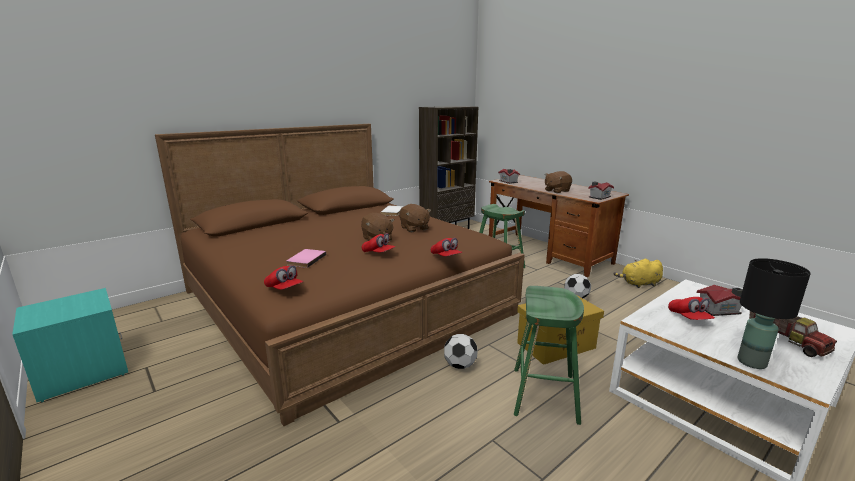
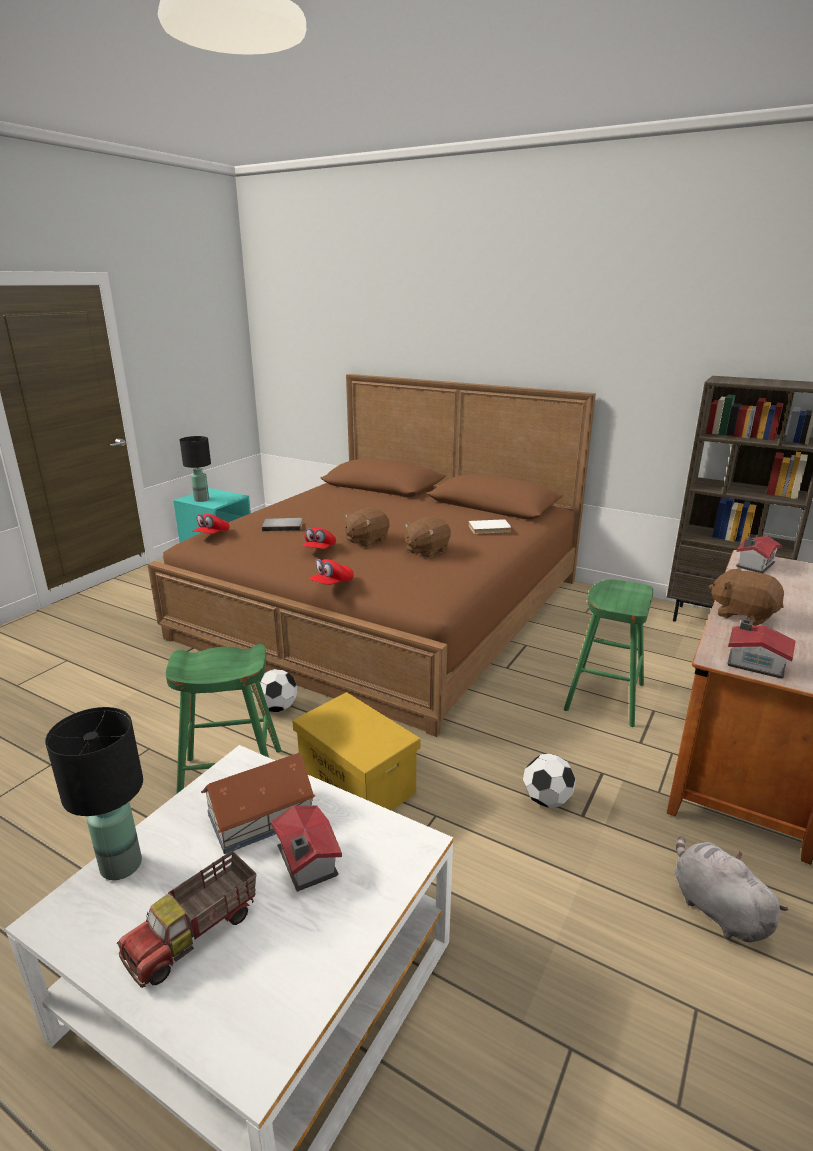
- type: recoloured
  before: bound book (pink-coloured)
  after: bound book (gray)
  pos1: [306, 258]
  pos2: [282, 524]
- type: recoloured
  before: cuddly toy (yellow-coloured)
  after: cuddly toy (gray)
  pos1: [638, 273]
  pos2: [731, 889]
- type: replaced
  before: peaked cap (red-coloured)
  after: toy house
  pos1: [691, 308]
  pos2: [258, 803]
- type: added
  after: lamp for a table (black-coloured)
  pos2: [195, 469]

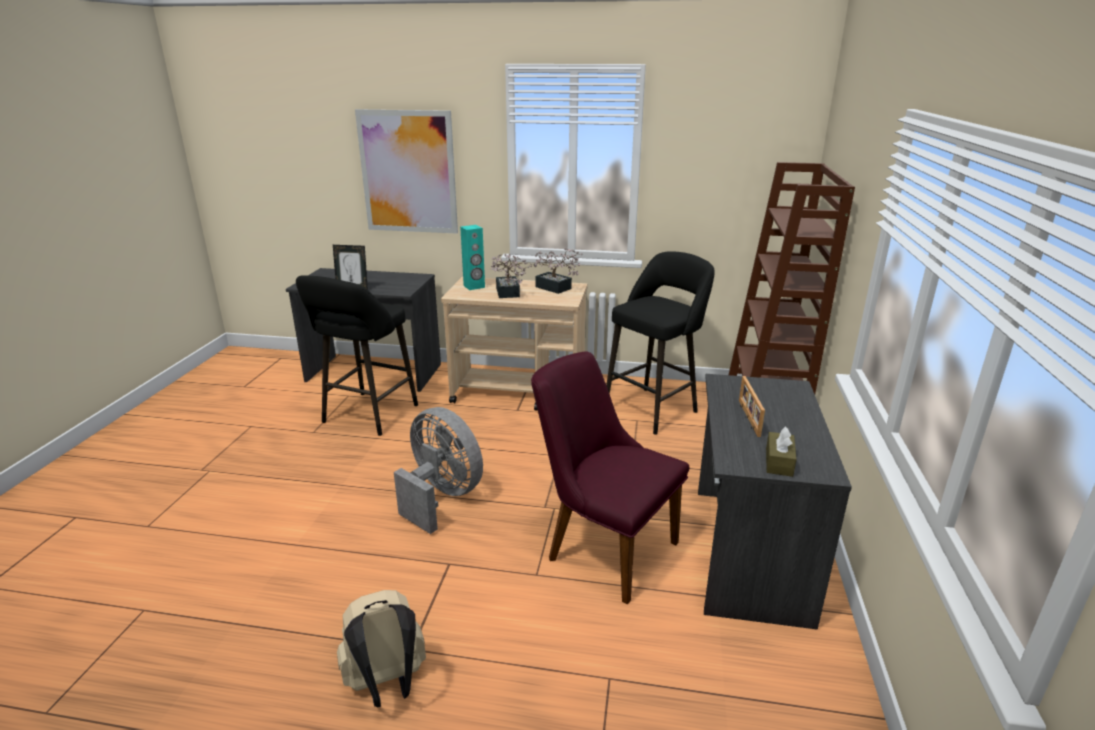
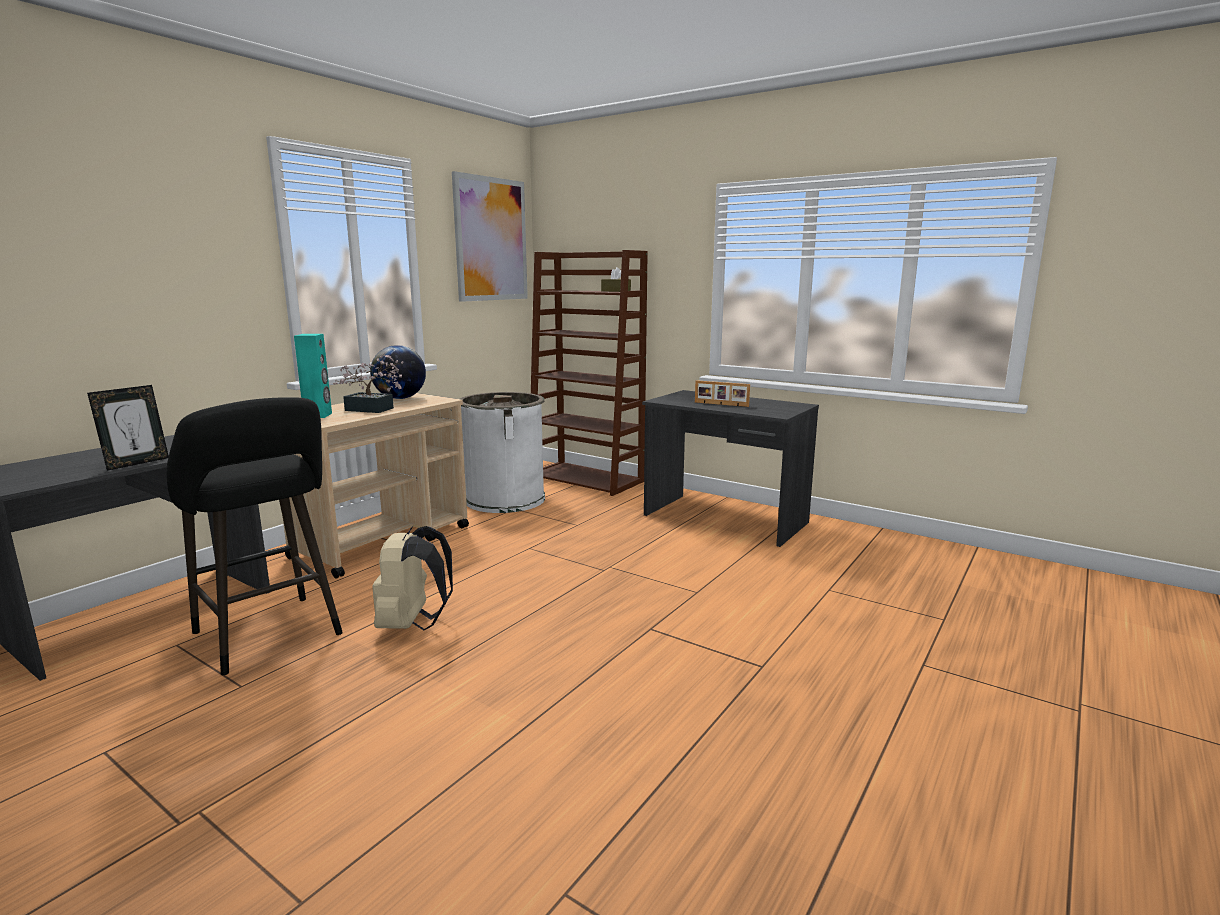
- type: moved
  before: wall picture
  pos1: [406, 171]
  pos2: [490, 236]
- type: replaced
  before: potted plant
  after: desk globe
  pos1: [555, 271]
  pos2: [398, 372]
- type: replaced
  before: stool seat (black-coloured)
  after: trash can (white)
  pos1: [660, 343]
  pos2: [502, 452]
- type: removed
  before: upright chair (purplish)
  pos1: [610, 478]
- type: removed
  before: electric fan (gray)
  pos1: [438, 470]
- type: moved
  before: tissue holder (brown-coloured)
  pos1: [781, 451]
  pos2: [616, 279]
- type: moved
  before: rucksack (beige)
  pos1: [381, 648]
  pos2: [412, 578]

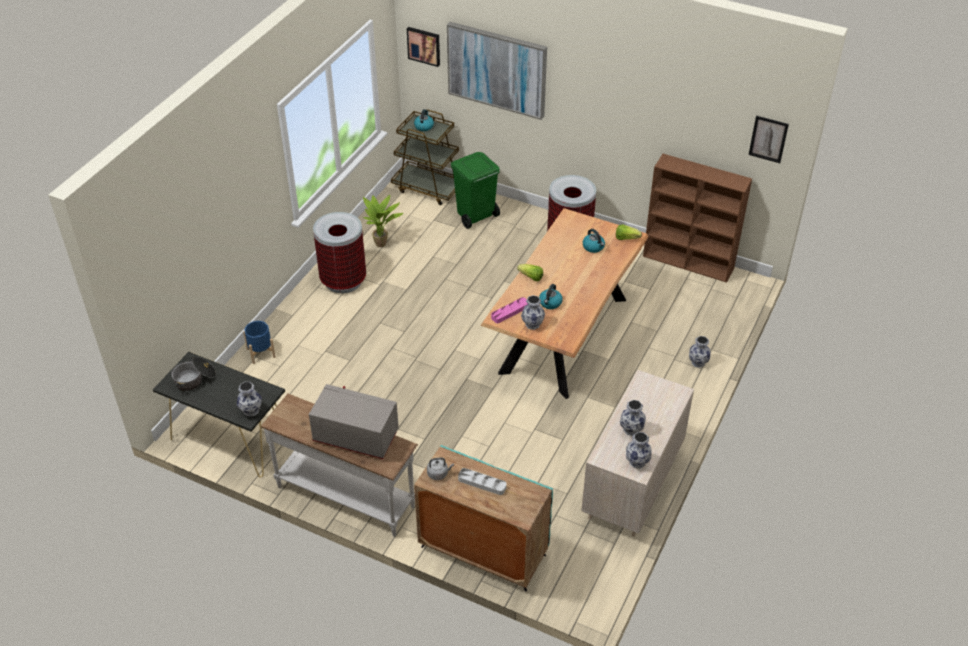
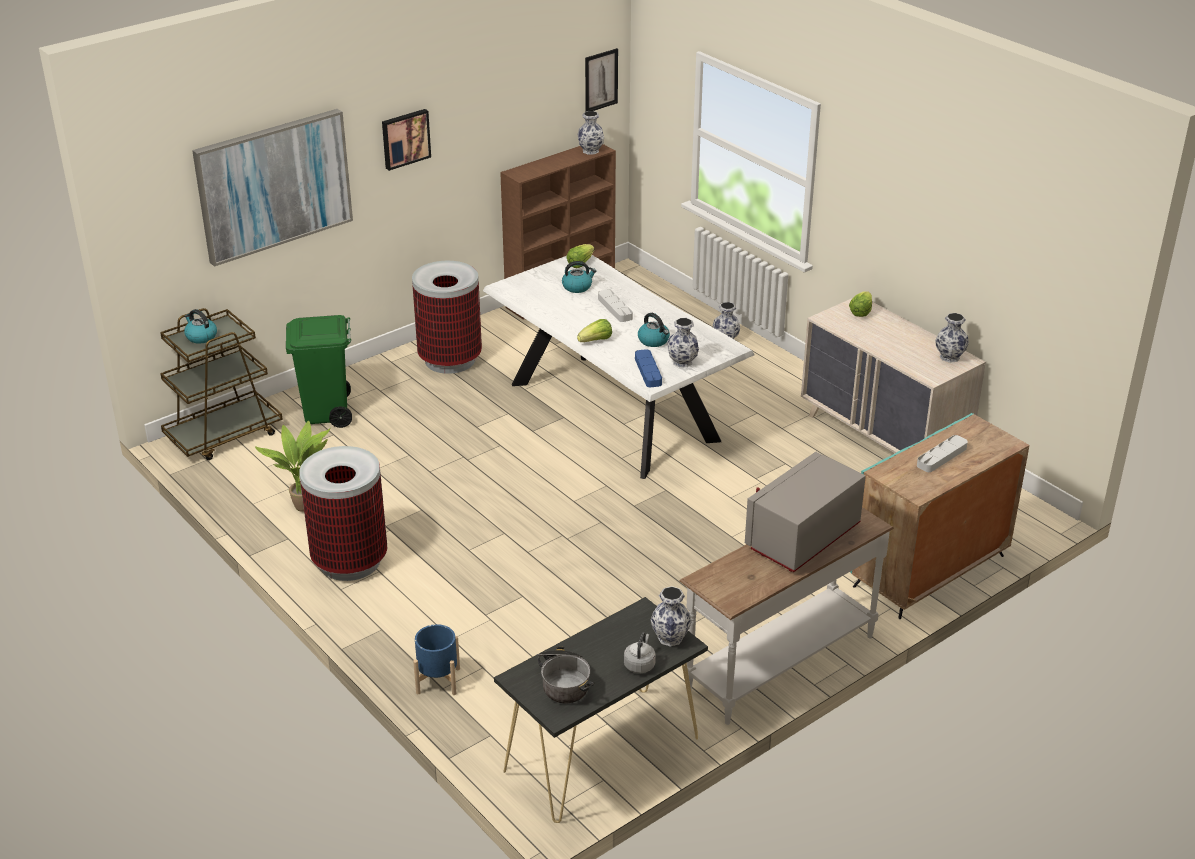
- type: moved
  before: wall picture
  pos1: [423, 47]
  pos2: [406, 140]
- type: recoloured
  before: dinner table (brown-coloured)
  after: dinner table (white)
  pos1: [564, 303]
  pos2: [619, 367]
- type: recoloured
  before: carrying tray (pink-coloured)
  after: carrying tray (blue-coloured)
  pos1: [509, 310]
  pos2: [648, 368]
- type: moved
  before: vase
  pos1: [633, 418]
  pos2: [590, 133]
- type: moved
  before: kettle (gray)
  pos1: [440, 468]
  pos2: [640, 652]
- type: added
  after: carrying tray (gray)
  pos2: [615, 305]
- type: added
  after: head of lettuce
  pos2: [860, 304]

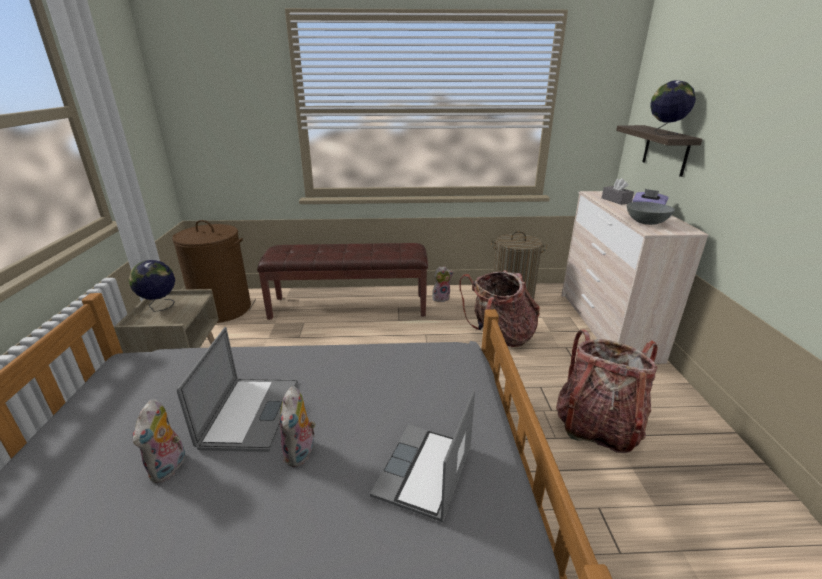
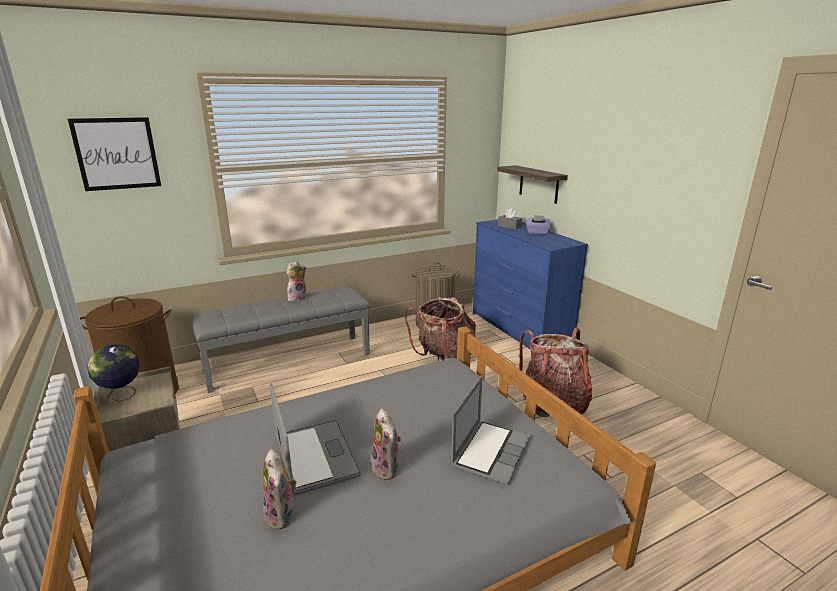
- type: removed
  before: desk globe
  pos1: [673, 107]
- type: recoloured
  before: drawer chest (beige)
  after: drawer chest (blue-coloured)
  pos1: [635, 277]
  pos2: [530, 284]
- type: removed
  before: serving bowl (gray)
  pos1: [651, 213]
- type: recoloured
  before: long seat (brown-coloured)
  after: long seat (gray)
  pos1: [342, 281]
  pos2: [281, 340]
- type: moved
  before: cuddly toy
  pos1: [443, 284]
  pos2: [296, 281]
- type: turned
  before: laptop
  pos1: [422, 456]
  pos2: [490, 430]
  turn: -150
- type: added
  after: wall picture
  pos2: [114, 154]

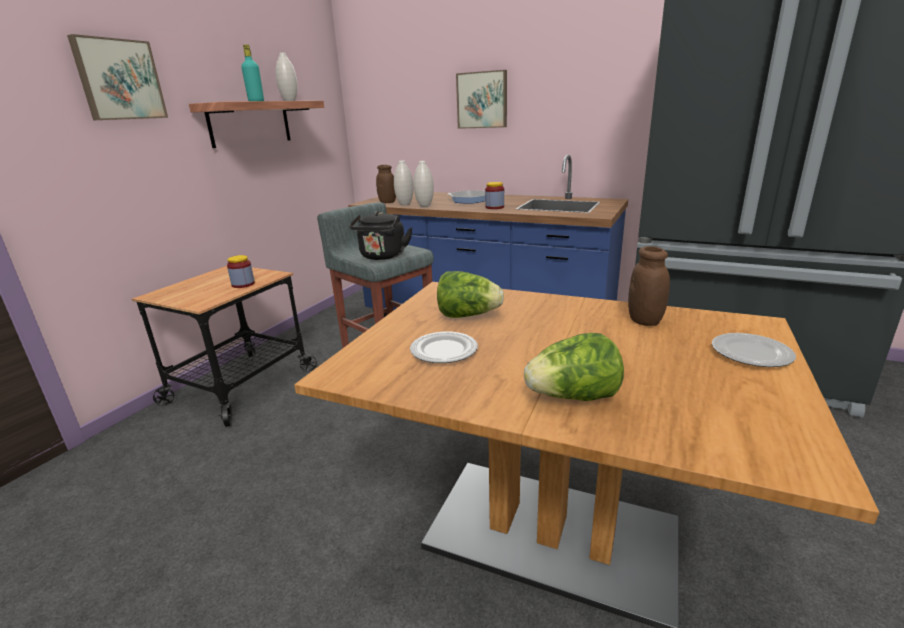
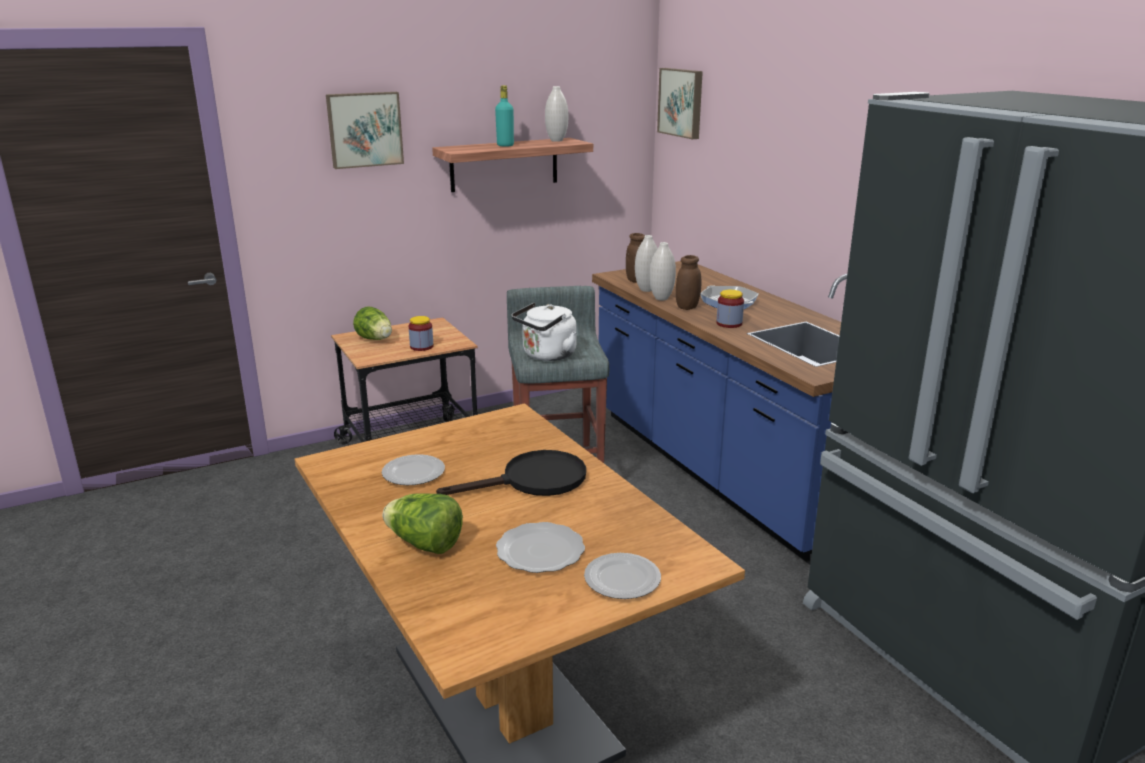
- type: moved
  before: wall picture
  pos1: [481, 99]
  pos2: [680, 103]
- type: recoloured
  before: kettle (black-coloured)
  after: kettle (white)
  pos1: [380, 235]
  pos2: [544, 331]
- type: moved
  before: preserve jar (brown-coloured)
  pos1: [649, 286]
  pos2: [688, 282]
- type: moved
  before: head of lettuce
  pos1: [470, 294]
  pos2: [372, 323]
- type: added
  after: pan (black-coloured)
  pos2: [511, 473]
- type: added
  after: flat dish
  pos2: [540, 547]

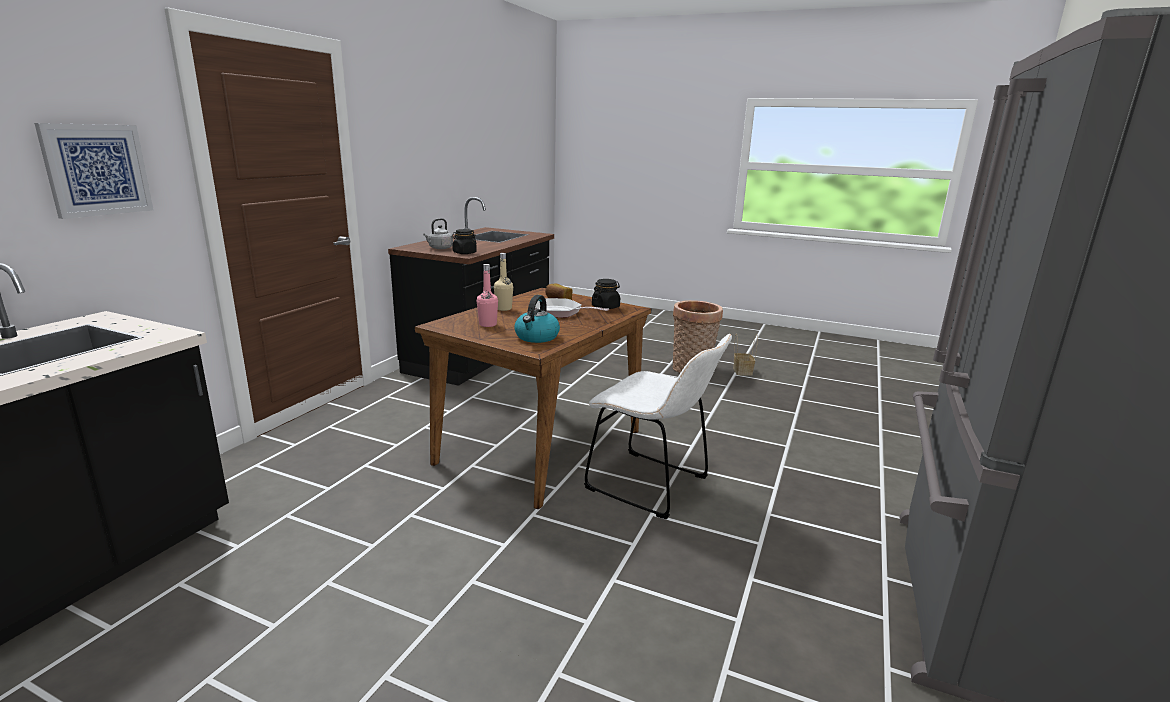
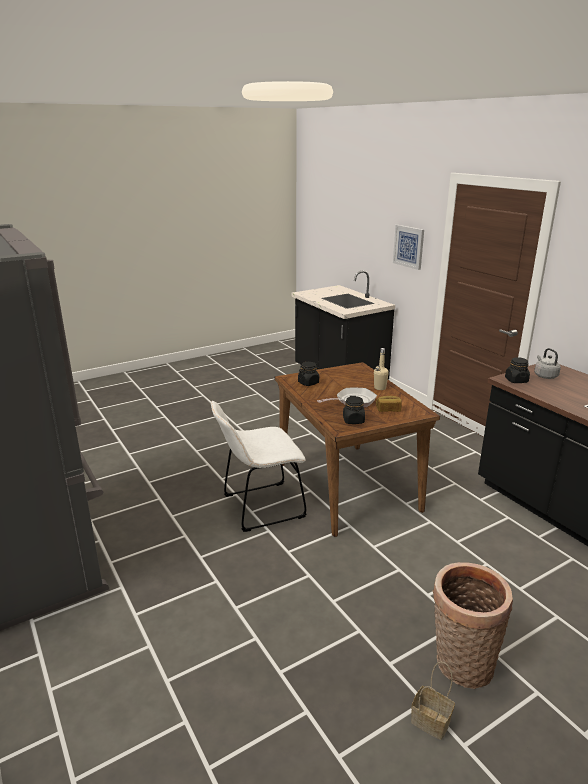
- type: removed
  before: drink bottle (pink-coloured)
  pos1: [487, 295]
- type: replaced
  before: kettle
  after: preserve jar (black-coloured)
  pos1: [537, 319]
  pos2: [308, 374]

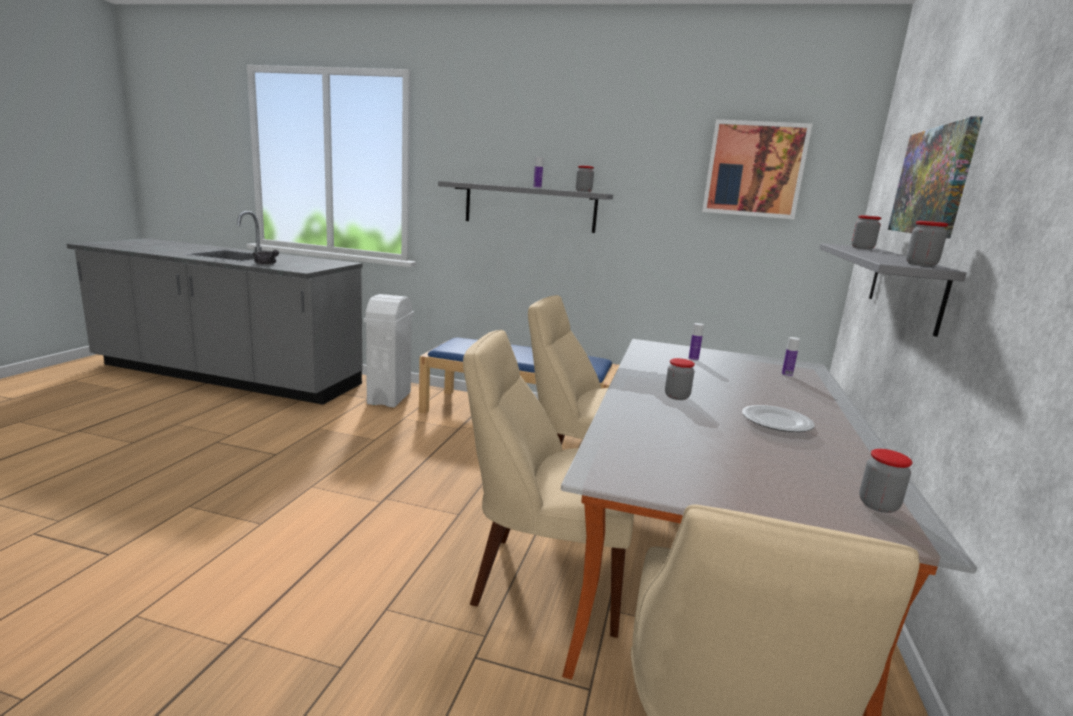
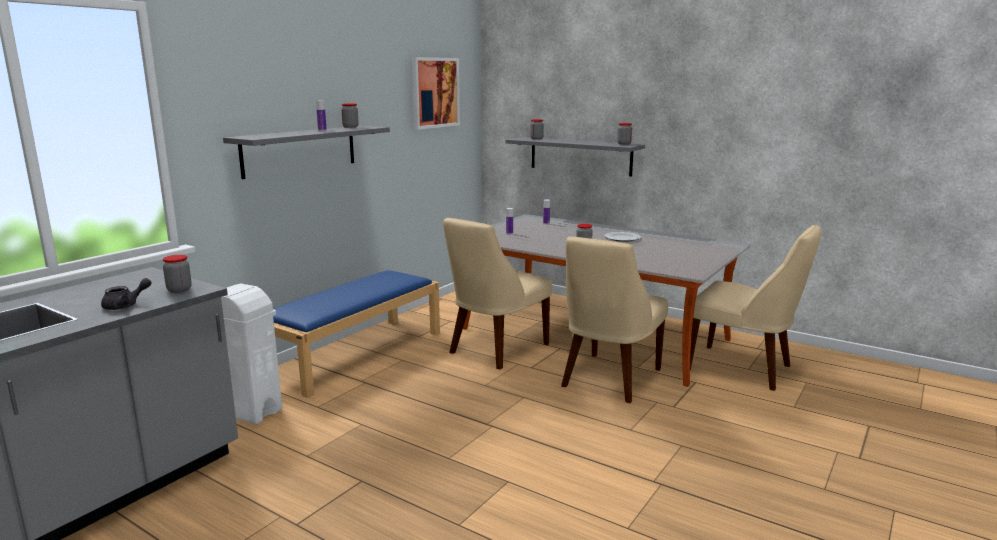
- type: removed
  before: wall picture
  pos1: [935, 177]
- type: moved
  before: preserve jar
  pos1: [886, 481]
  pos2: [177, 274]

